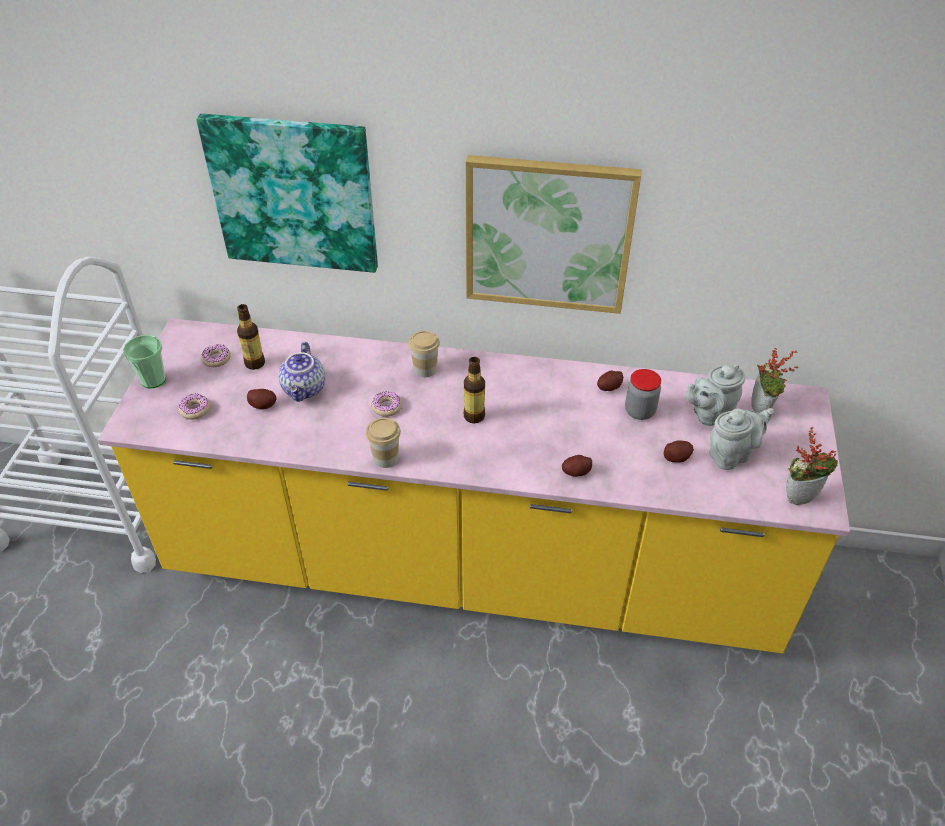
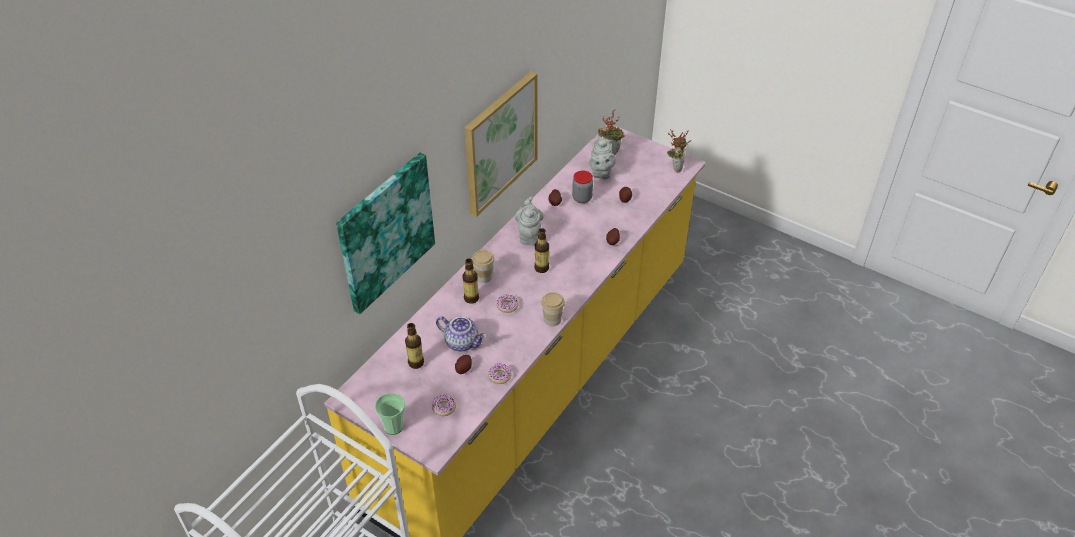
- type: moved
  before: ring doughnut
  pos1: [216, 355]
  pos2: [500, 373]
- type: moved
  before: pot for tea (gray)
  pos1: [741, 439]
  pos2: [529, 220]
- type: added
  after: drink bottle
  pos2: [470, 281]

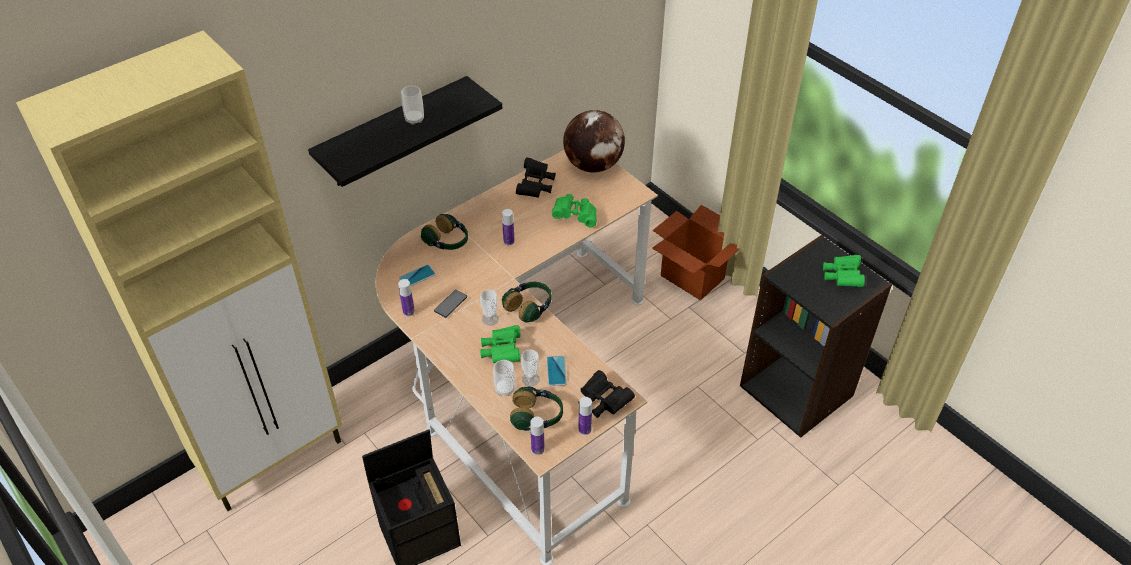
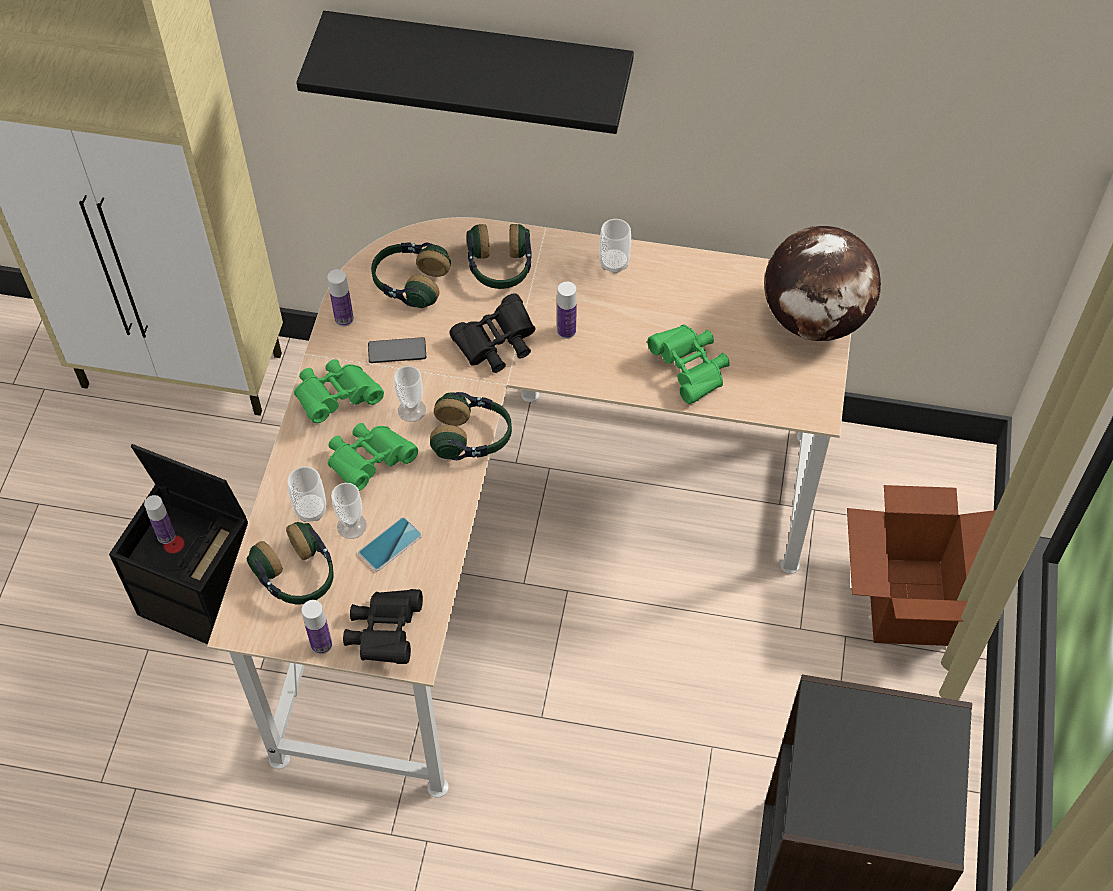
- type: moved
  before: cup
  pos1: [412, 105]
  pos2: [615, 246]
- type: moved
  before: binoculars (black-coloured)
  pos1: [536, 177]
  pos2: [492, 333]
- type: moved
  before: binoculars (greenish)
  pos1: [844, 271]
  pos2: [339, 391]
- type: replaced
  before: phone
  after: pair of headphones
  pos1: [417, 275]
  pos2: [411, 275]
- type: moved
  before: drink bottle
  pos1: [537, 436]
  pos2: [159, 519]

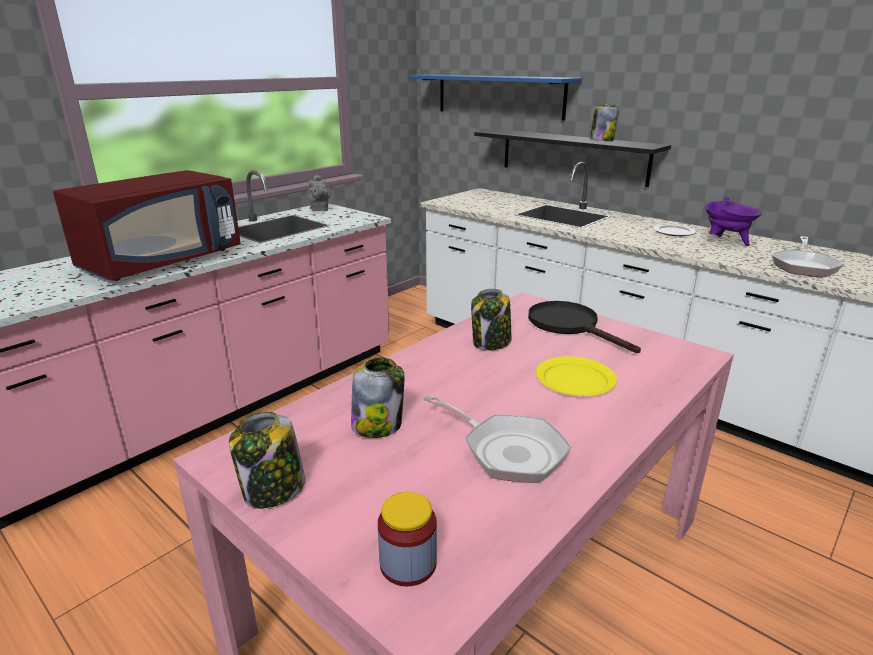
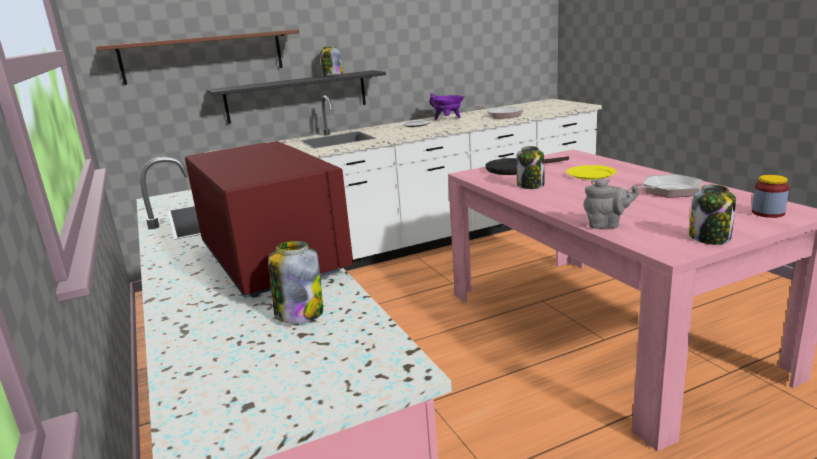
- type: recoloured
  before: shelf (blue-coloured)
  after: shelf (brown-coloured)
  pos1: [495, 97]
  pos2: [198, 57]
- type: moved
  before: pot for tea (gray)
  pos1: [319, 193]
  pos2: [610, 203]
- type: moved
  before: preserve jar
  pos1: [377, 397]
  pos2: [295, 282]

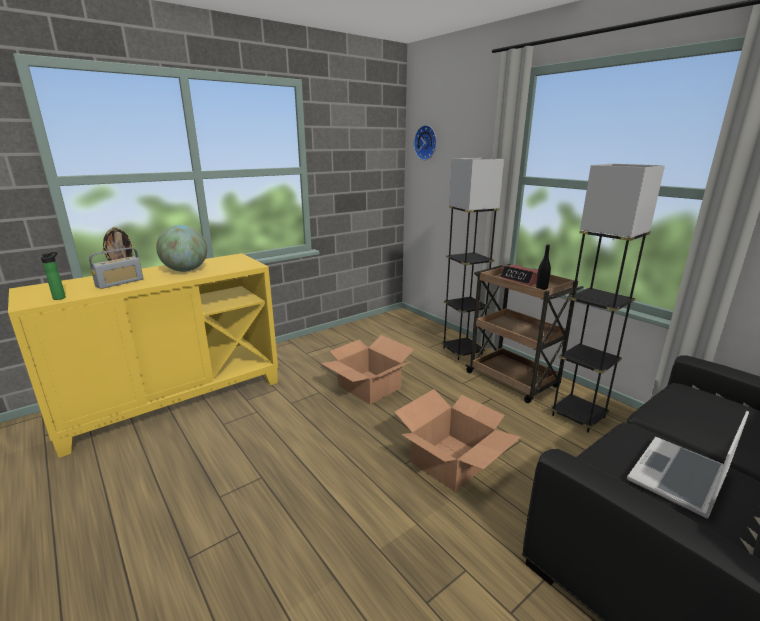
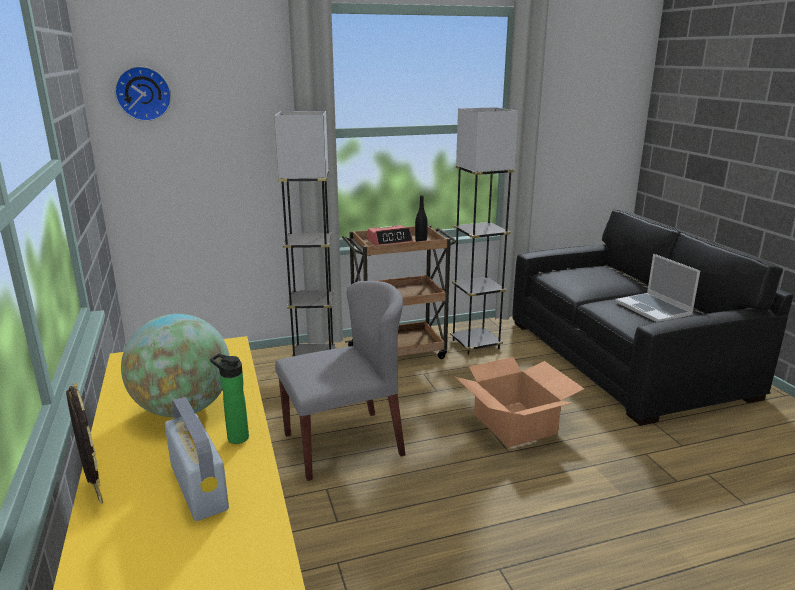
- type: moved
  before: drink bottle
  pos1: [53, 276]
  pos2: [229, 399]
- type: replaced
  before: carton
  after: upright chair (gray)
  pos1: [367, 369]
  pos2: [340, 381]

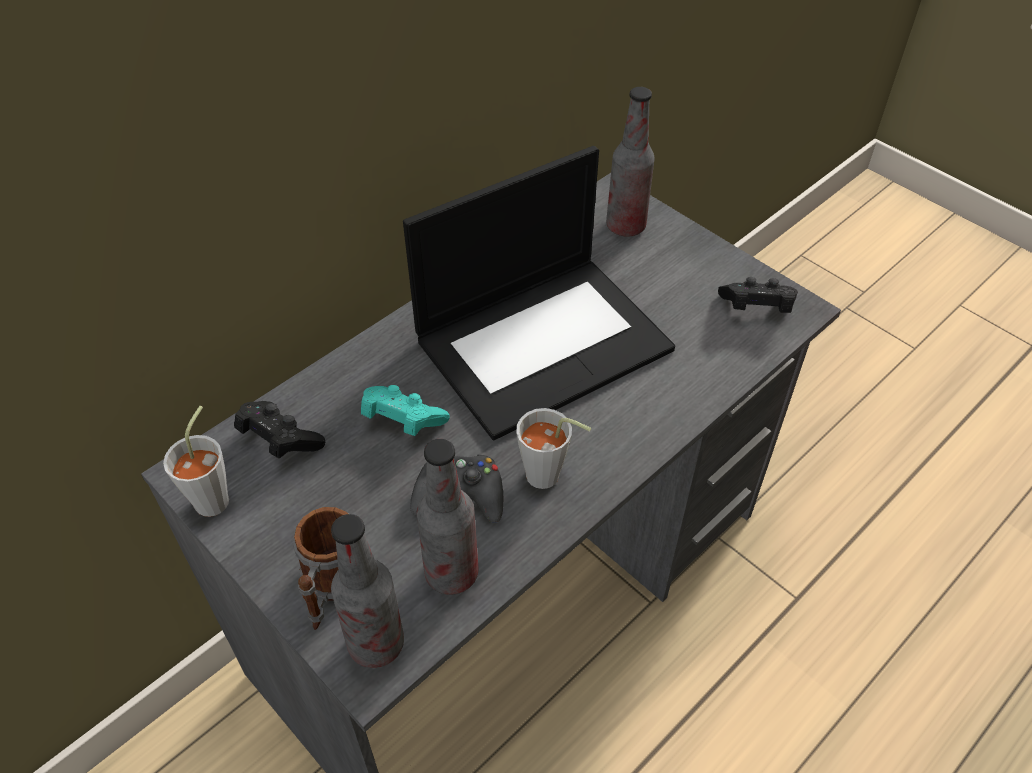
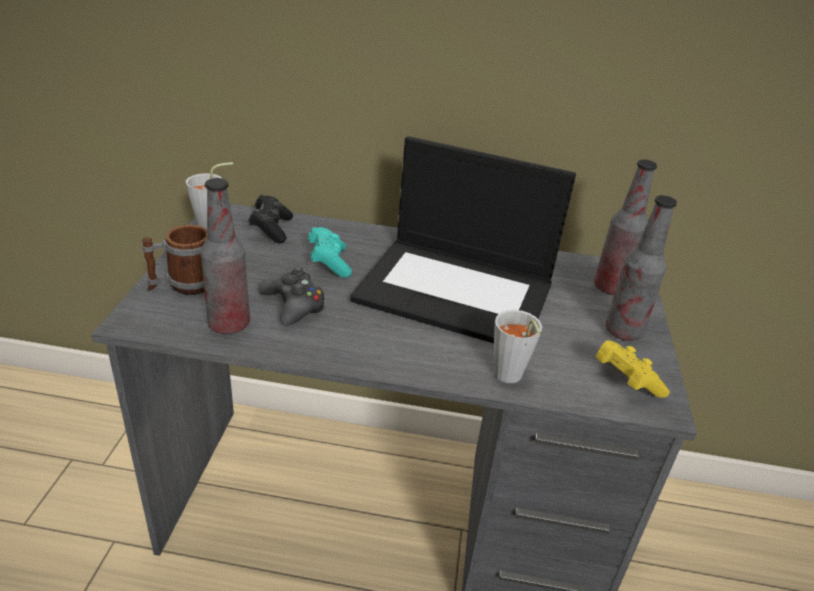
- type: recoloured
  before: game controller (black-coloured)
  after: game controller (yellow-coloured)
  pos1: [758, 295]
  pos2: [633, 369]
- type: moved
  before: cup (gray)
  pos1: [553, 448]
  pos2: [518, 346]
- type: moved
  before: drink bottle
  pos1: [367, 591]
  pos2: [641, 268]

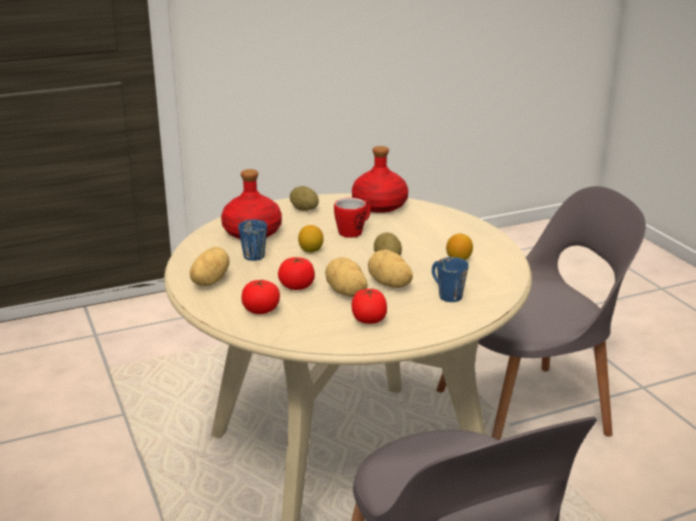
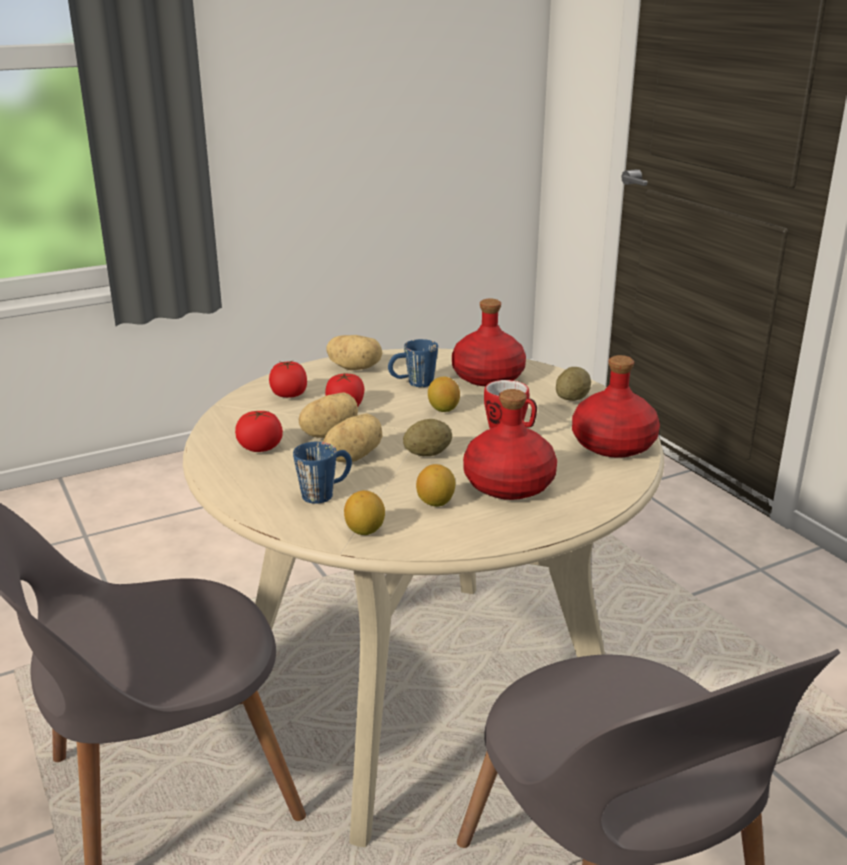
- type: added
  after: drink bottle (red-coloured)
  pos2: [510, 444]
- type: added
  after: whole lemon
  pos2: [364, 512]

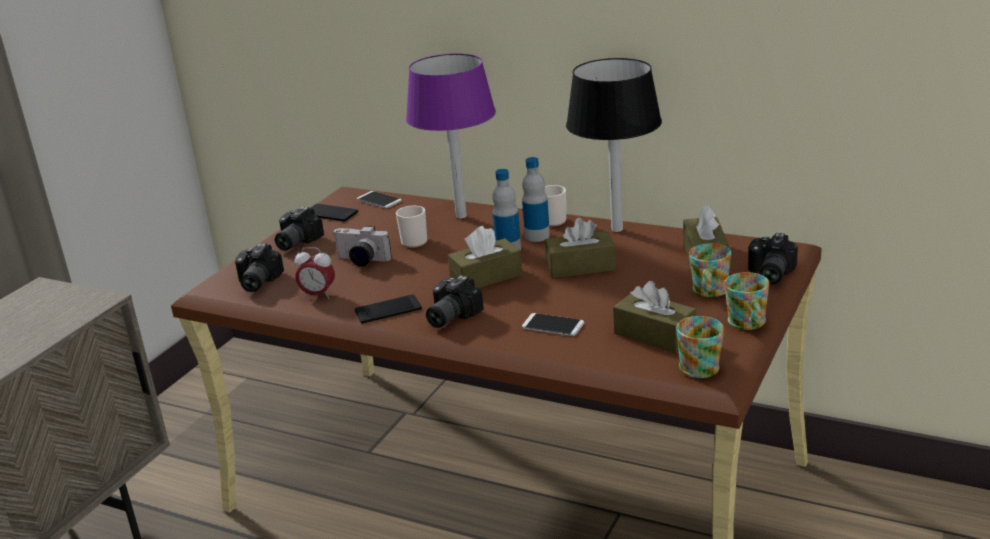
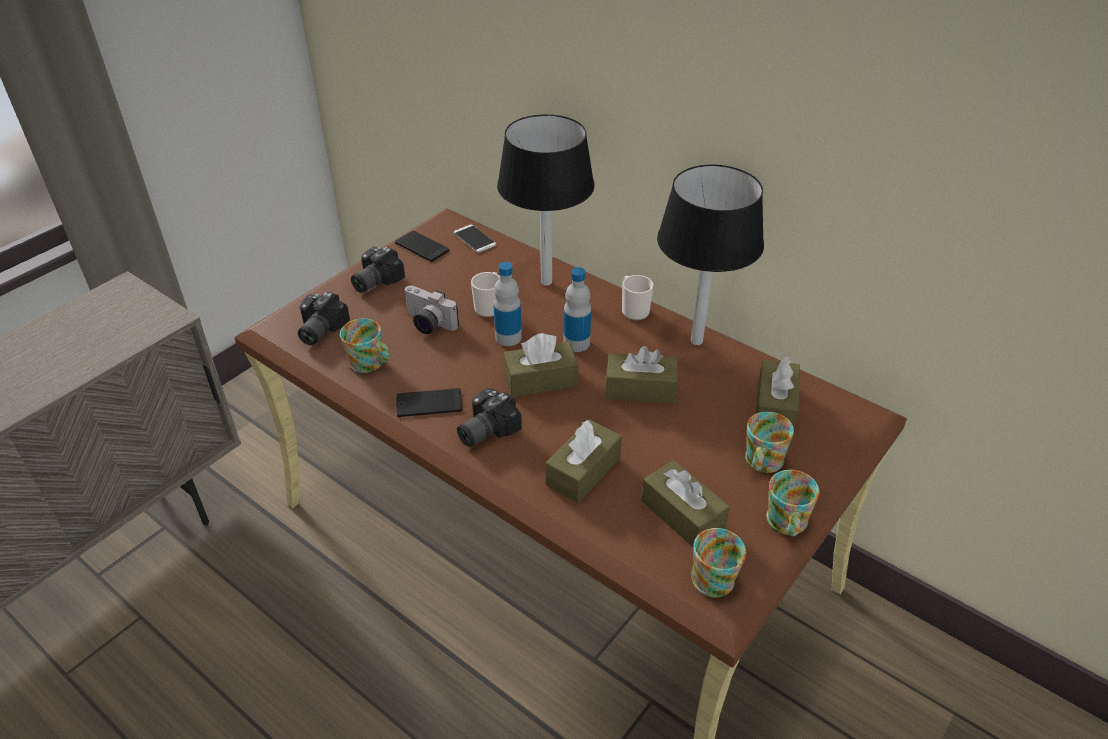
- type: recoloured
  before: lamp for a table (purplish)
  after: lamp for a table (black-coloured)
  pos1: [451, 136]
  pos2: [546, 200]
- type: moved
  before: drink bottle
  pos1: [536, 199]
  pos2: [507, 304]
- type: removed
  before: photo camera
  pos1: [773, 259]
- type: replaced
  before: alarm clock
  after: mug
  pos1: [315, 273]
  pos2: [365, 346]
- type: replaced
  before: phone
  after: tissue holder (brown-coloured)
  pos1: [553, 324]
  pos2: [584, 461]

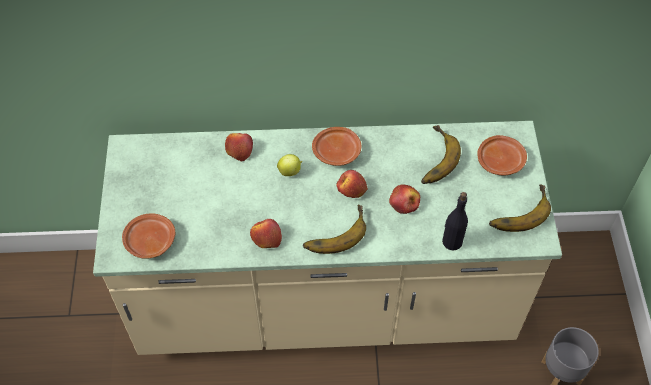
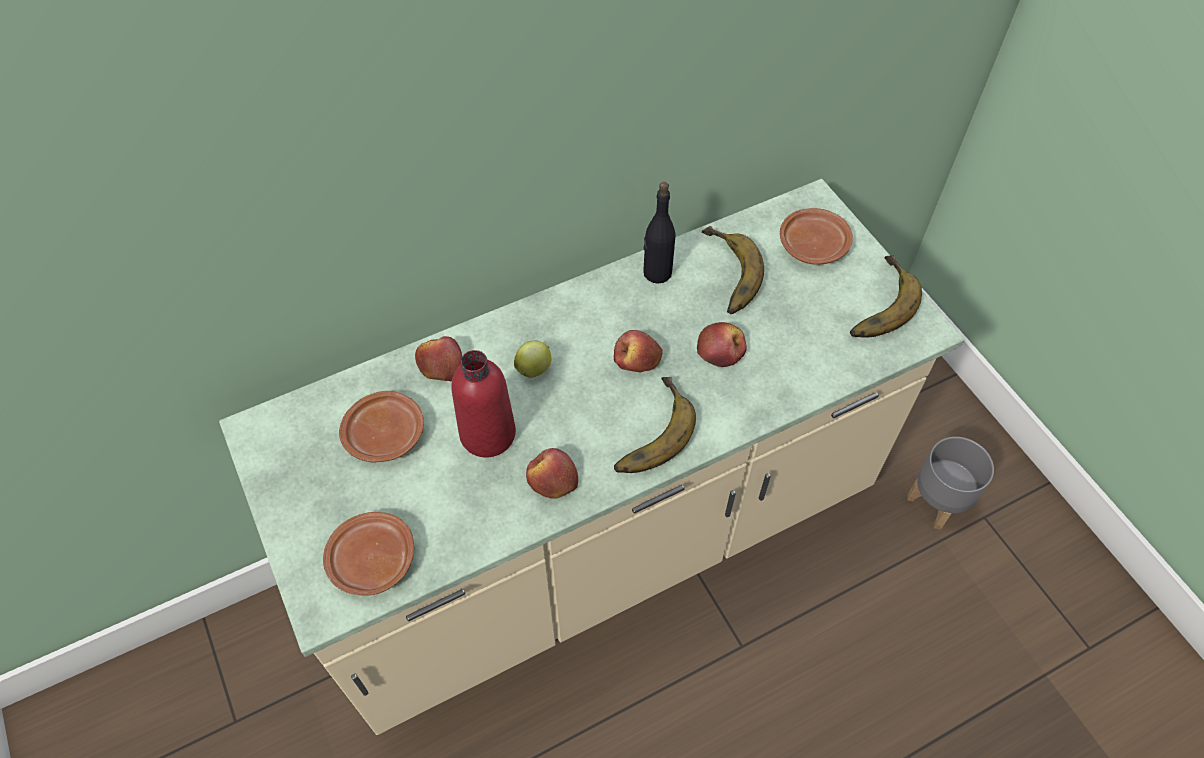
- type: moved
  before: flat dish (brown-coloured)
  pos1: [336, 146]
  pos2: [381, 427]
- type: moved
  before: drink bottle (black-coloured)
  pos1: [455, 221]
  pos2: [659, 233]
- type: added
  after: drink bottle (red-coloured)
  pos2: [483, 404]

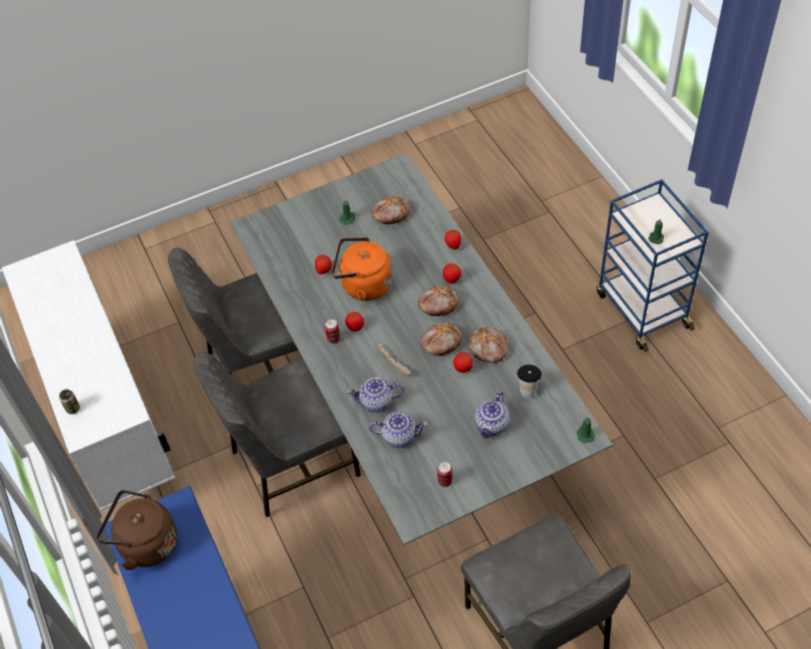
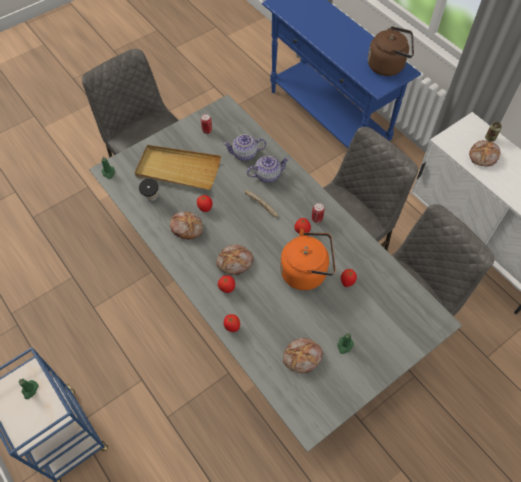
- type: moved
  before: bakery bread
  pos1: [441, 339]
  pos2: [485, 153]
- type: replaced
  before: pot for tea
  after: carrying tray (beige)
  pos1: [492, 415]
  pos2: [178, 167]

